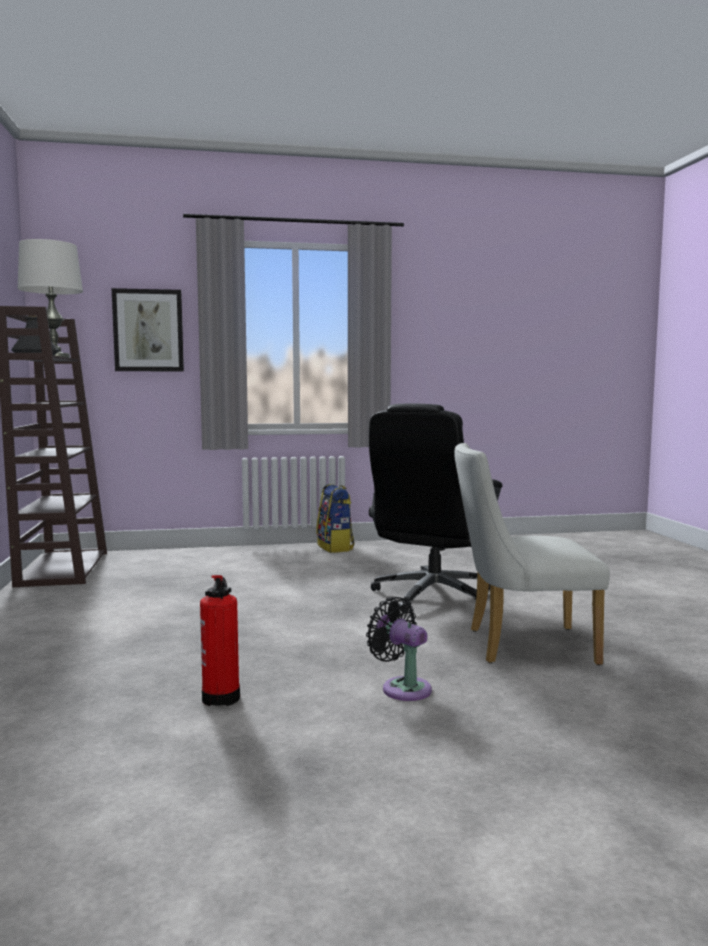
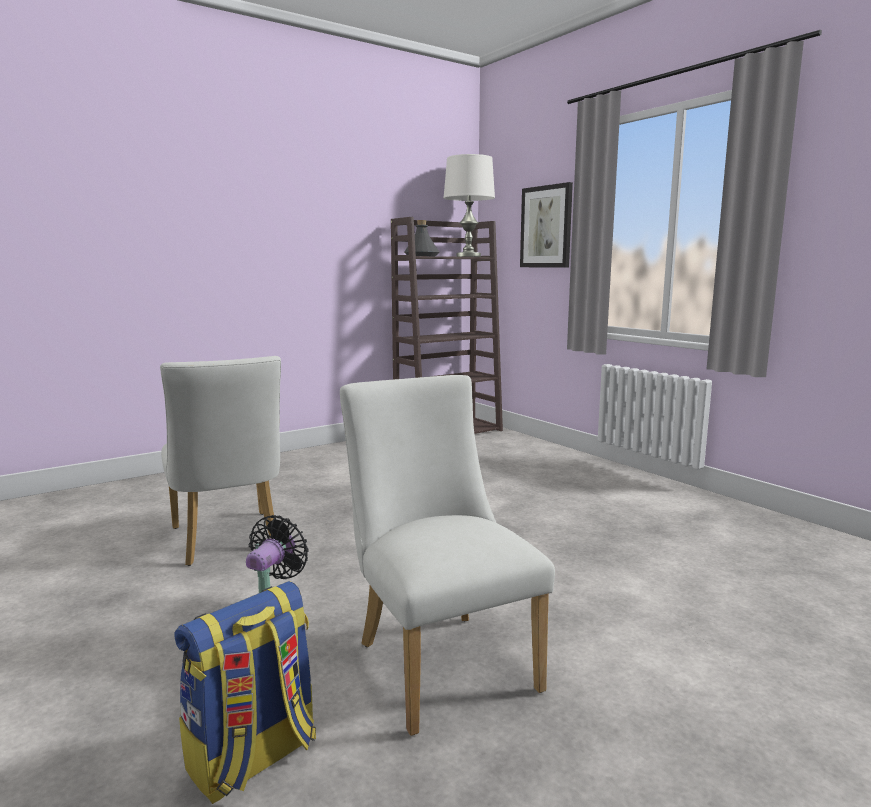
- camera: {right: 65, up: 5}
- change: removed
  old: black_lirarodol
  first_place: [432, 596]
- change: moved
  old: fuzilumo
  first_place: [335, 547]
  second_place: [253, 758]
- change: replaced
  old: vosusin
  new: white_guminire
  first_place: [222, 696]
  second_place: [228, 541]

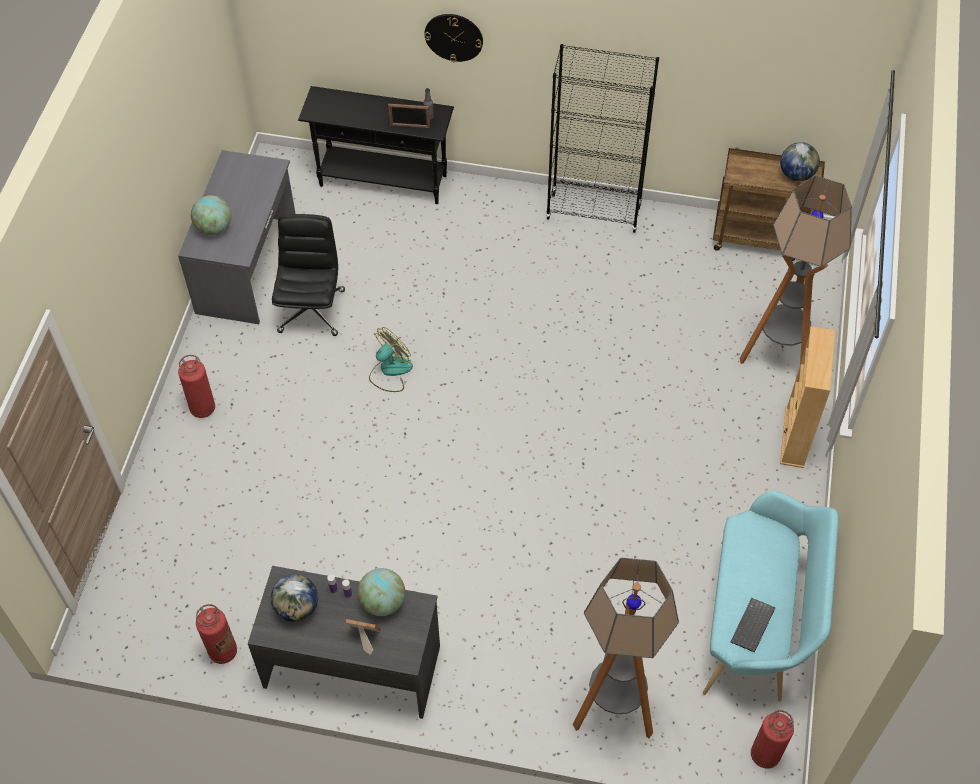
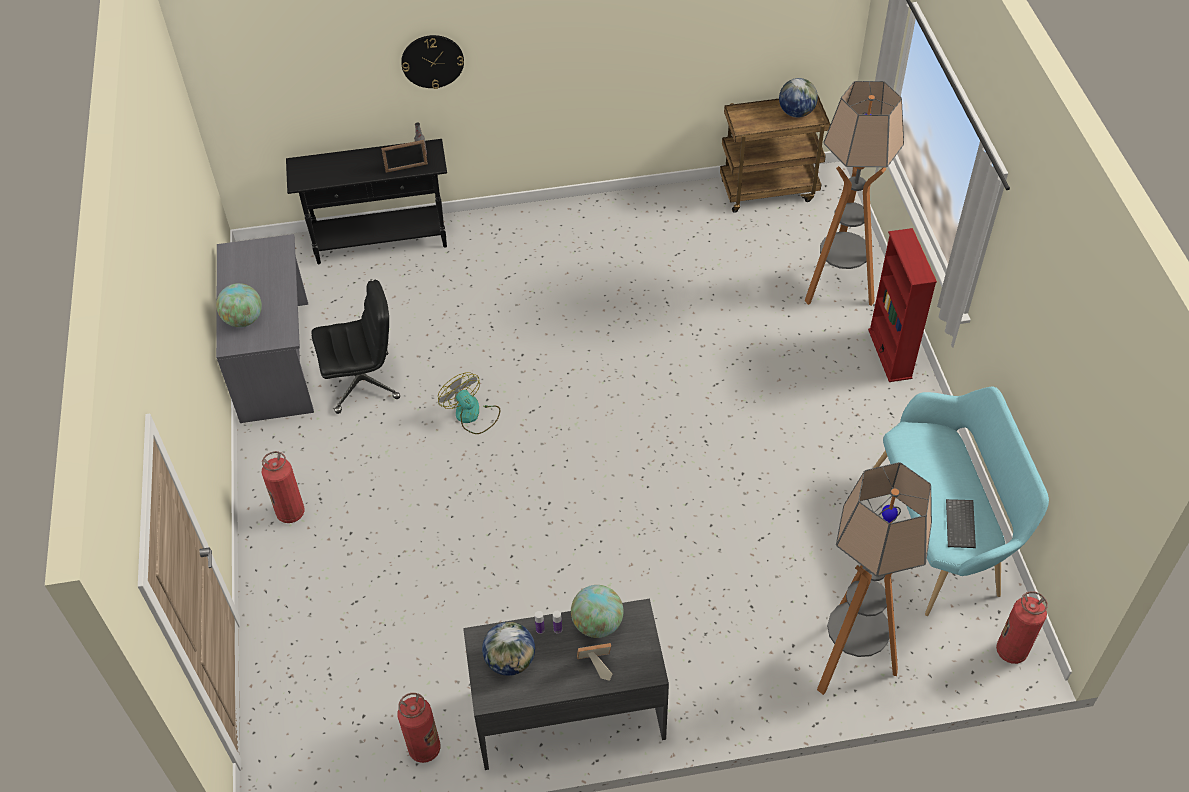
- camera: {right: -20, up: -5}
- change: removed
  old: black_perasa
  first_place: [594, 213]
- change: turned
  old: black_lirarodol
  first_place: [311, 310]
  second_place: [363, 382]
  degrees: 90
- change: recoloured
  old: beige_perasa
  new: red_perasa
  first_place: [794, 437]
  second_place: [890, 354]
- change: turned
  old: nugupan
  first_place: [390, 371]
  second_place: [472, 415]
  degrees: -60

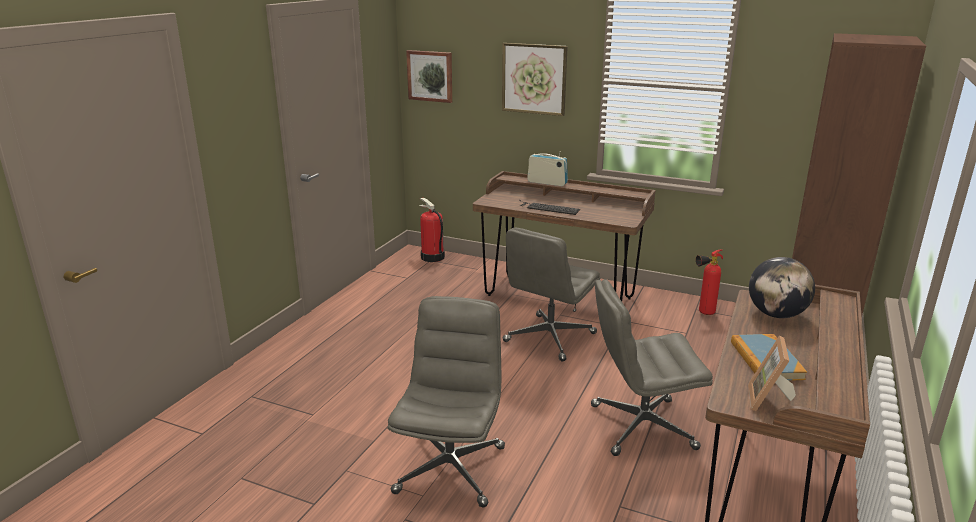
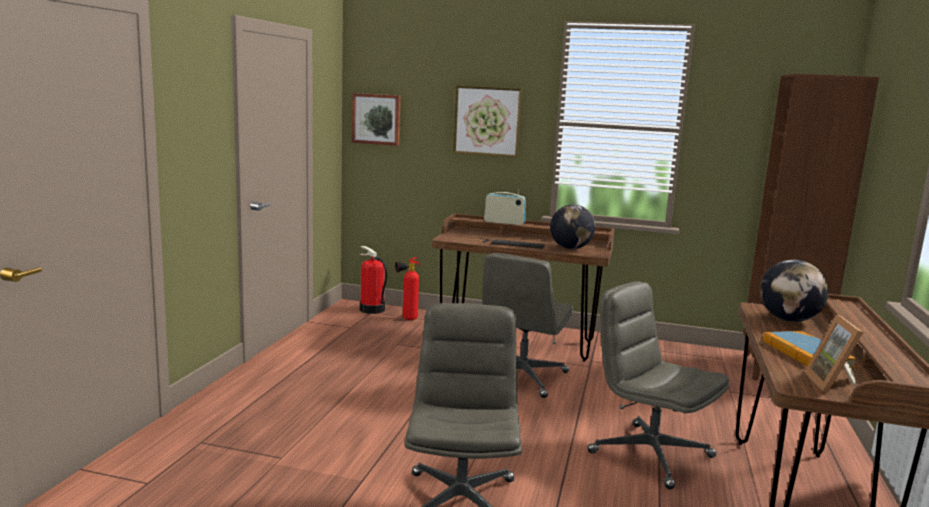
- camera: {right: -10, up: -10}
- change: moved
  old: vosusin
  first_place: [703, 313]
  second_place: [406, 319]
- change: turned
  old: grey_lirarodol
  first_place: [641, 427]
  second_place: [649, 454]
  degrees: 60
- change: added
  new: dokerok
  second_place: [570, 248]

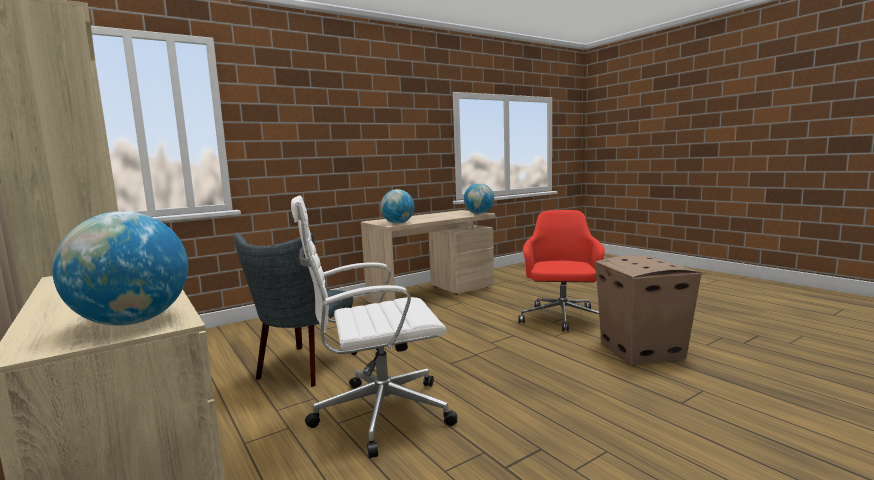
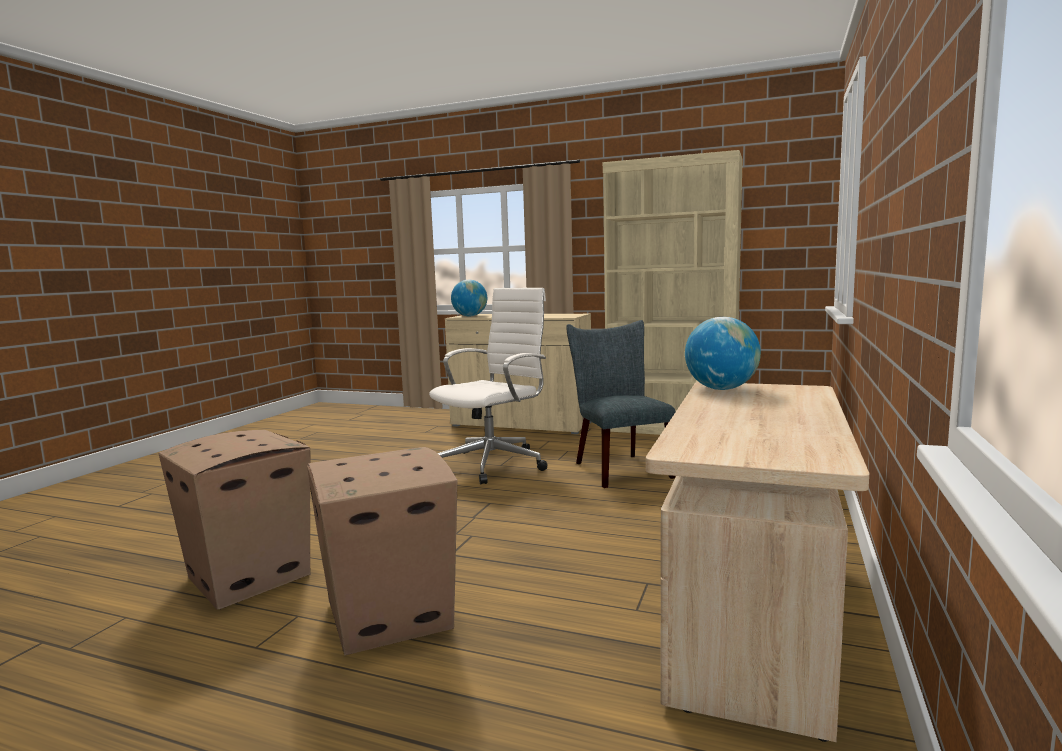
- camera: {right: 145, up: 0}
- change: removed
  old: dokerok
  first_place: [479, 213]
- change: replaced
  old: red_lirarodol
  new: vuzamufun
  first_place: [562, 318]
  second_place: [387, 616]

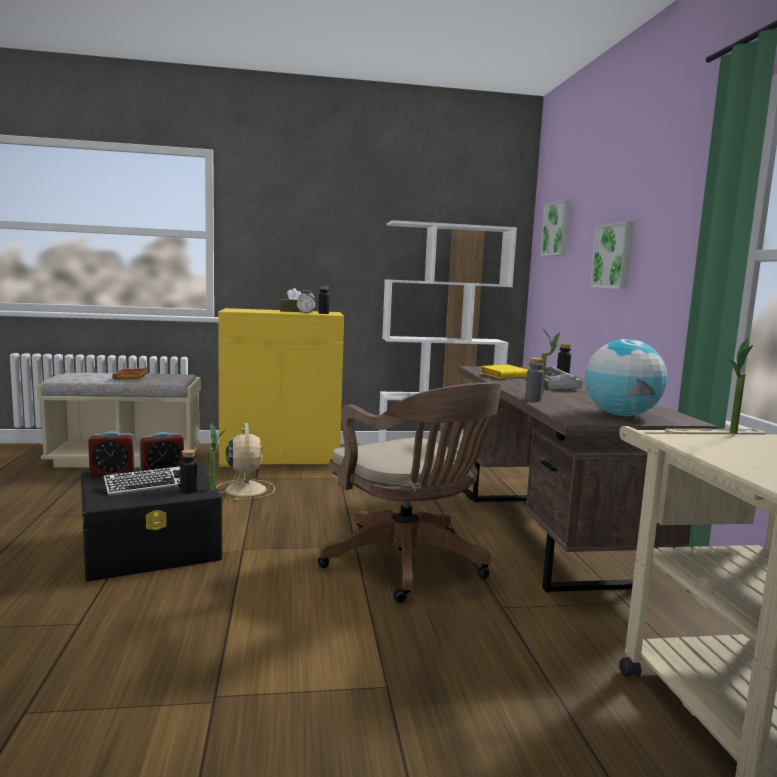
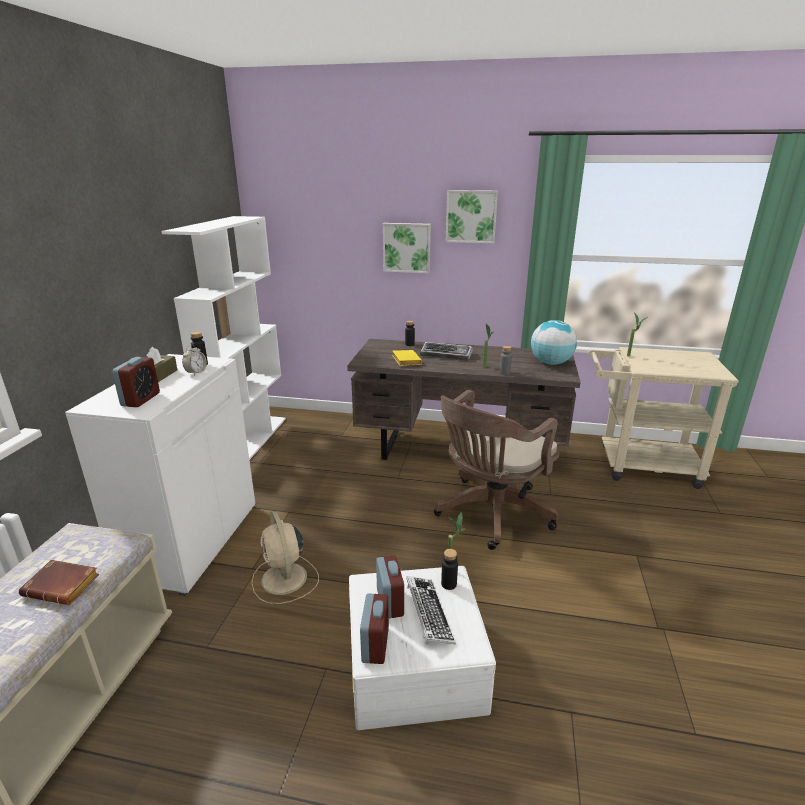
- camera: {right: -70, up: 15}
- change: moved
  old: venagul
  first_place: [558, 229]
  second_place: [471, 216]
- change: recoloured
  old: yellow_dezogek
  new: white_dezogek
  first_place: [281, 457]
  second_place: [191, 540]
- change: turned
  old: brown_lirarodol
  first_place: [409, 565]
  second_place: [490, 514]
  degrees: 150
- change: turned
  old: beige_nugupan
  first_place: [246, 489]
  second_place: [284, 580]
  degrees: -120
- change: recoloured
  old: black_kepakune
  new: white_kepakune
  first_place: [151, 545]
  second_place: [415, 662]
- change: added
  new: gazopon
  second_place: [141, 399]

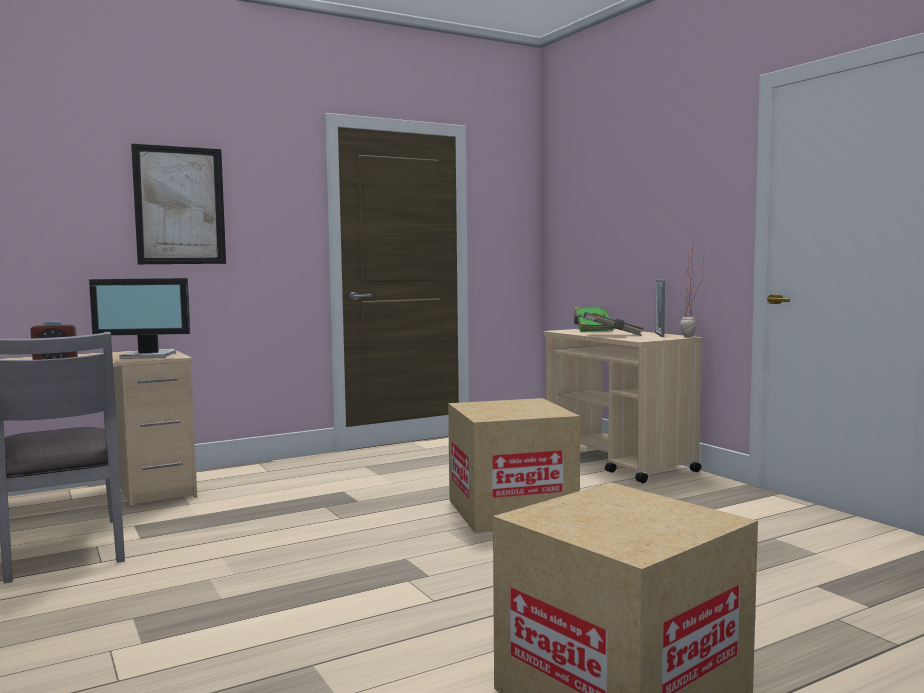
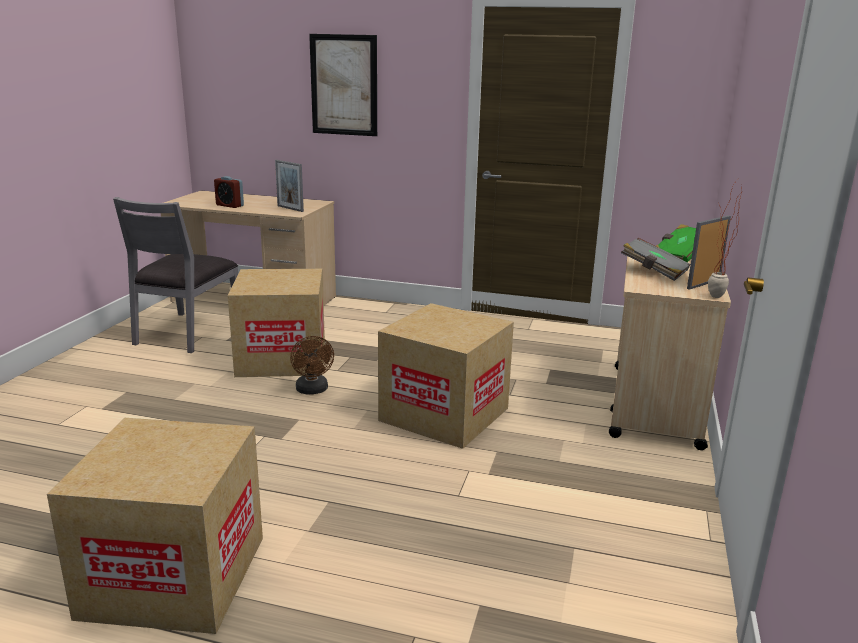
- camera: {right: 45, up: 15}
- change: replaced
  old: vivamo
  new: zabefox
  first_place: [148, 355]
  second_place: [290, 208]
- change: added
  new: vuzamufun
  second_place: [282, 358]
- change: added
  new: brown_nugupan
  second_place: [313, 390]

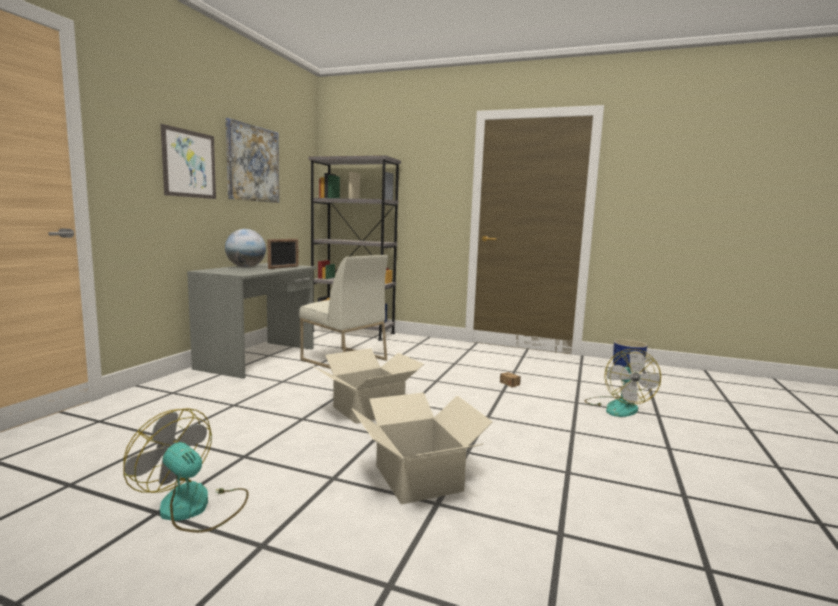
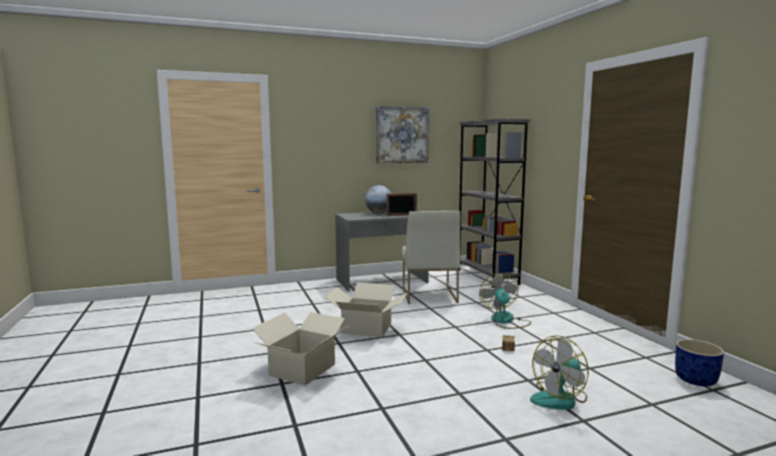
- camera: {right: 50, up: 0}
- change: removed
  old: venagul
  first_place: [189, 164]
- change: moved
  old: nugupan
  first_place: [194, 508]
  second_place: [505, 321]

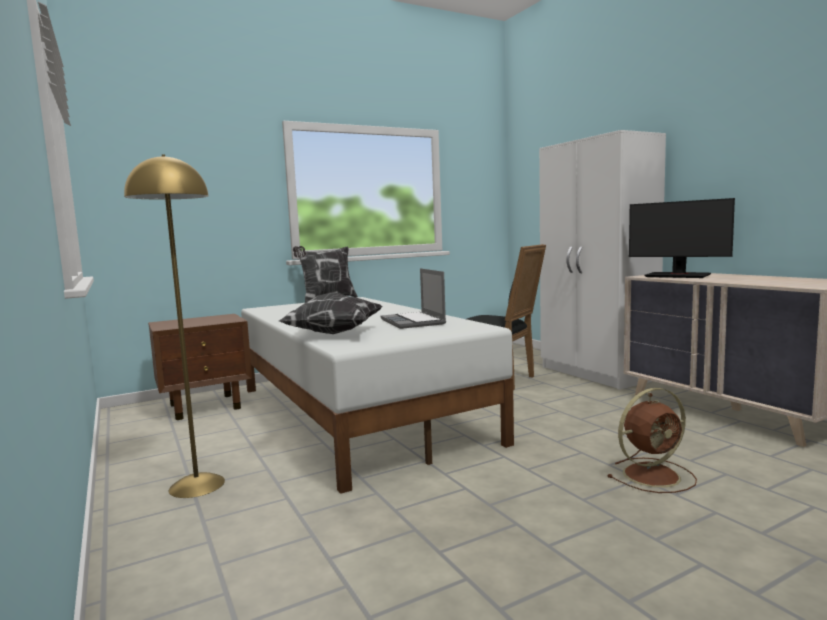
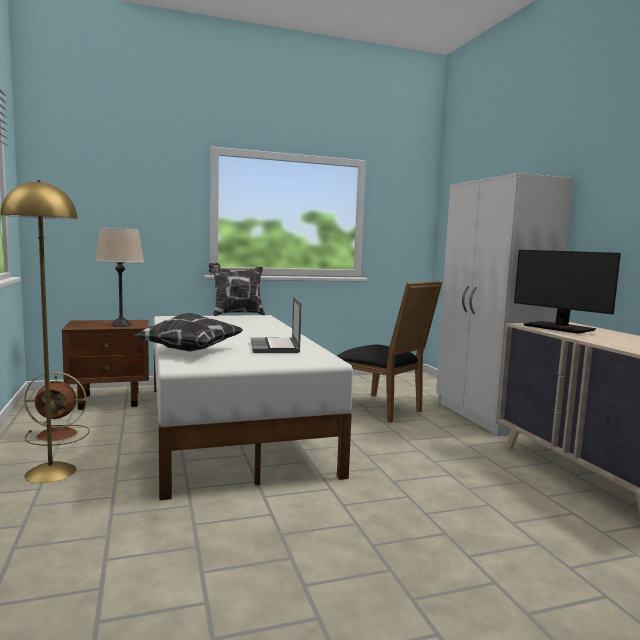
- camera: {right: 10, up: 0}
- change: moved
  old: brown_nugupan
  first_place: [653, 475]
  second_place: [59, 435]
- change: added
  new: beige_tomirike
  second_place: [121, 325]

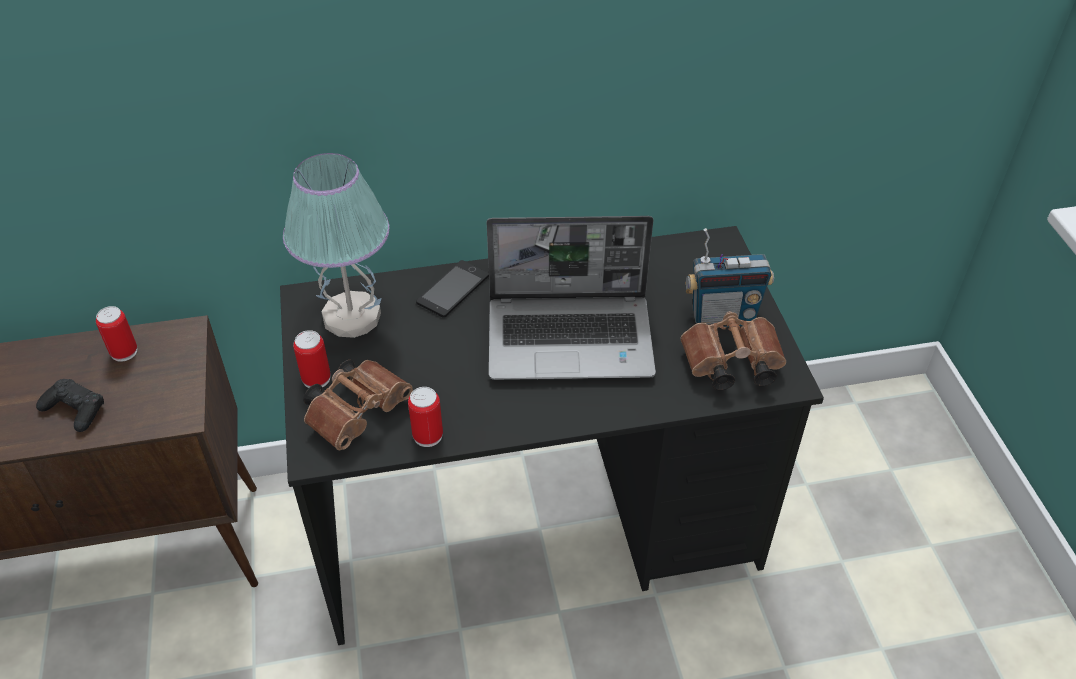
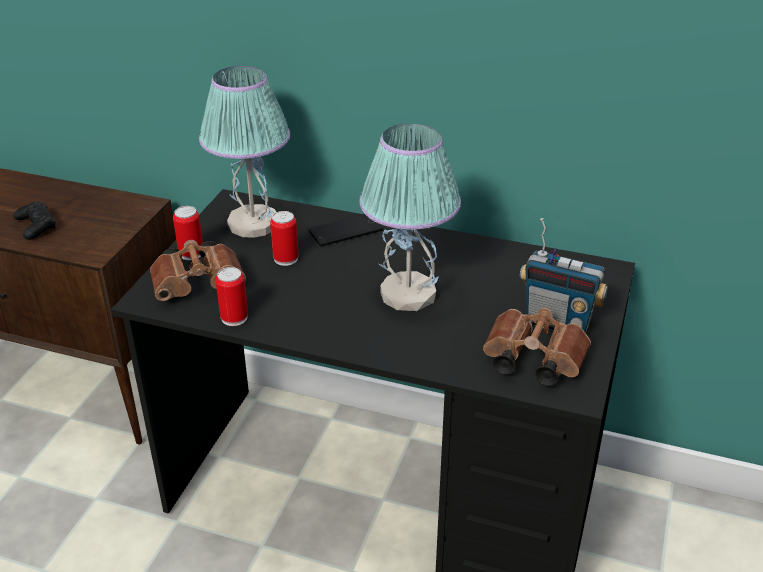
- camera: {right: 30, up: -10}
- change: replaced
  old: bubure
  new: tomirike
  first_place: [572, 338]
  second_place: [409, 294]
- change: moved
  old: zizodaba
  first_place: [124, 352]
  second_place: [286, 258]

